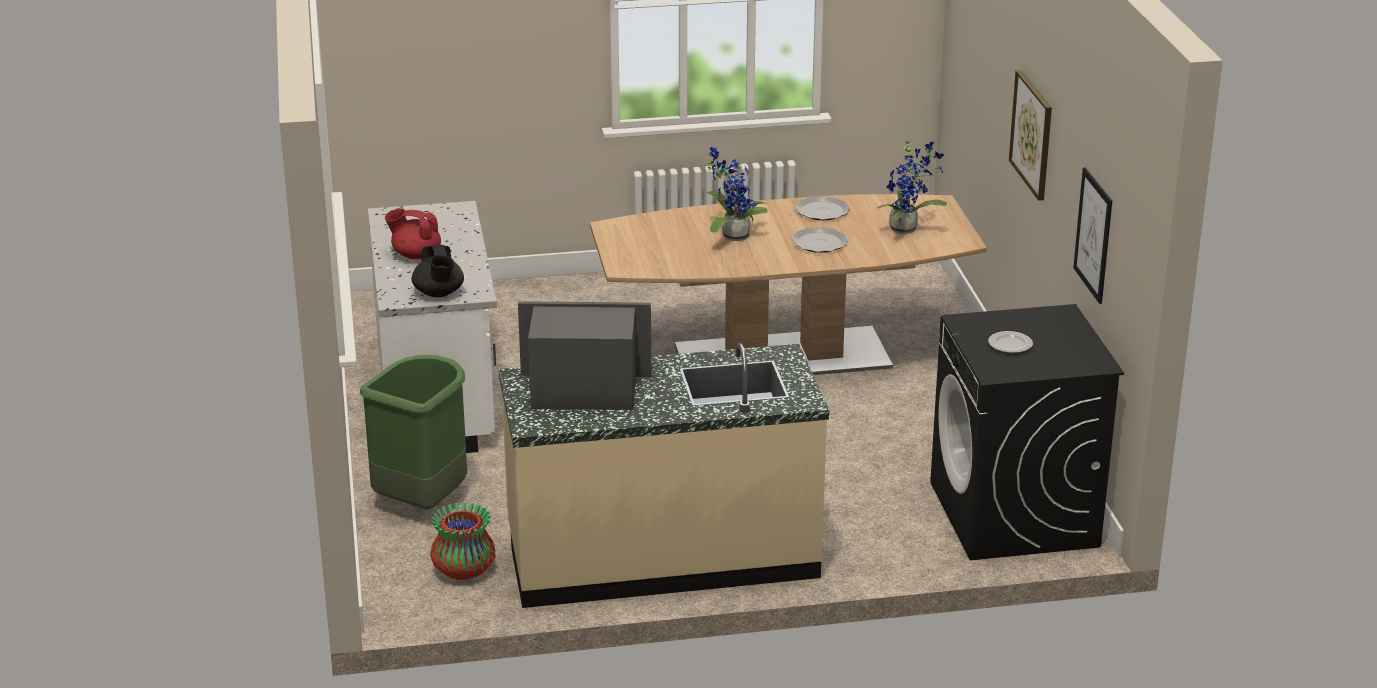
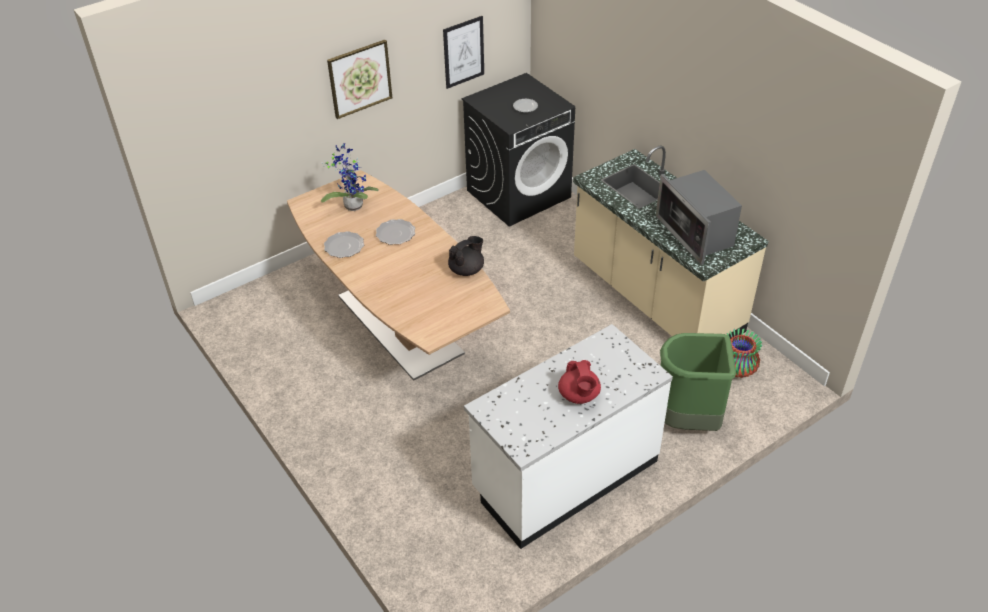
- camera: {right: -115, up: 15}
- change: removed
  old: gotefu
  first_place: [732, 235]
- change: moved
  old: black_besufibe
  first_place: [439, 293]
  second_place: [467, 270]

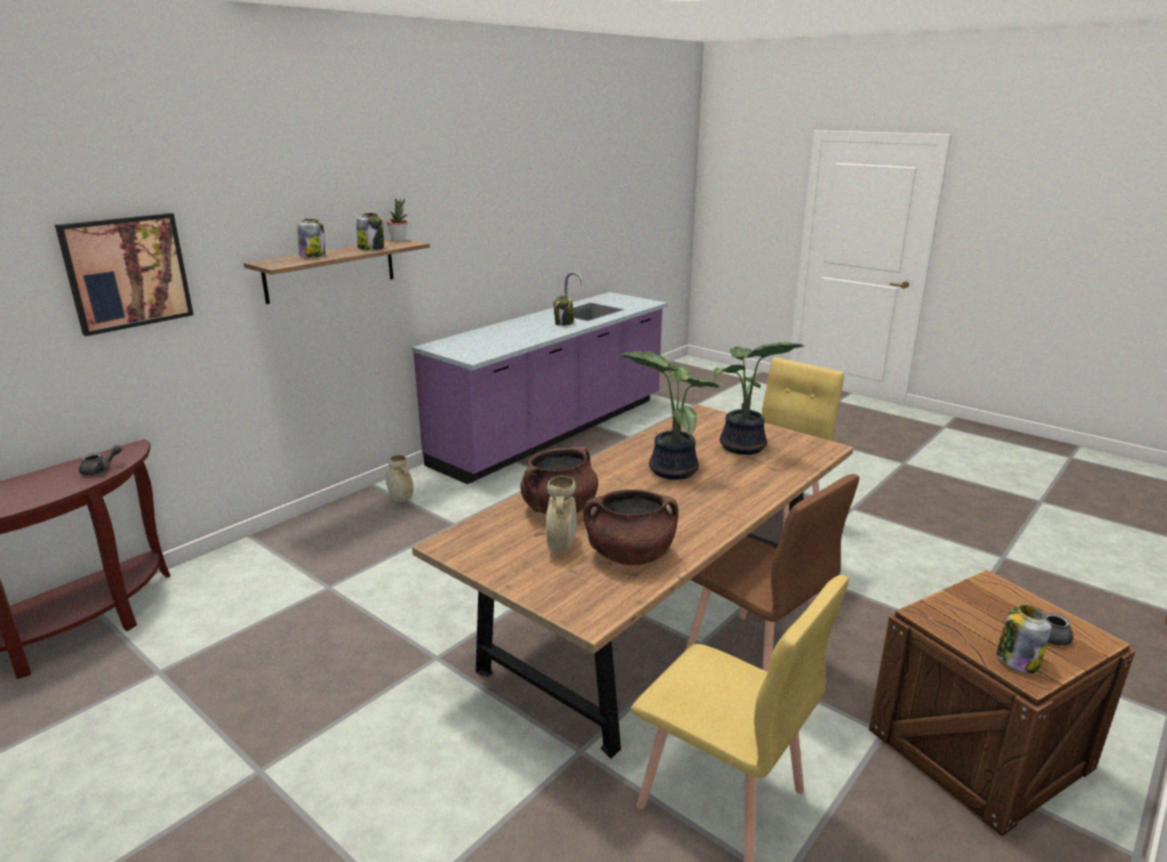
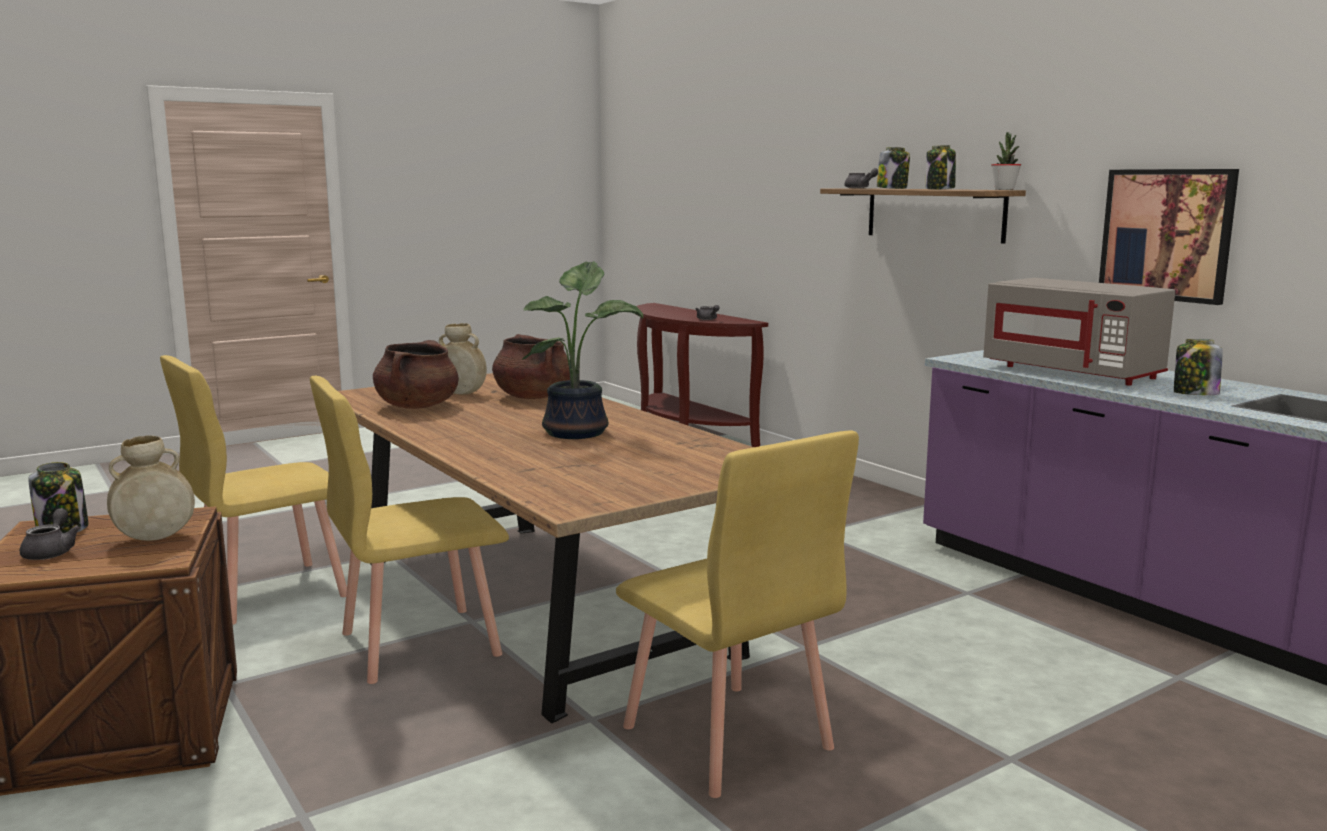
- camera: {right: 105, up: -10}
- change: moved
  old: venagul
  first_place: [127, 272]
  second_place: [1166, 234]
- change: removed
  old: gotefu
  first_place: [743, 448]
- change: moved
  old: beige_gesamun
  first_place: [400, 499]
  second_place: [155, 538]
- change: recoloured
  old: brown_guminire
  new: yellow_guminire
  first_place: [753, 658]
  second_place: [418, 643]
- change: added
  new: grey_besufibe
  second_place: [860, 188]
- change: added
  new: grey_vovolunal
  second_place: [1073, 372]

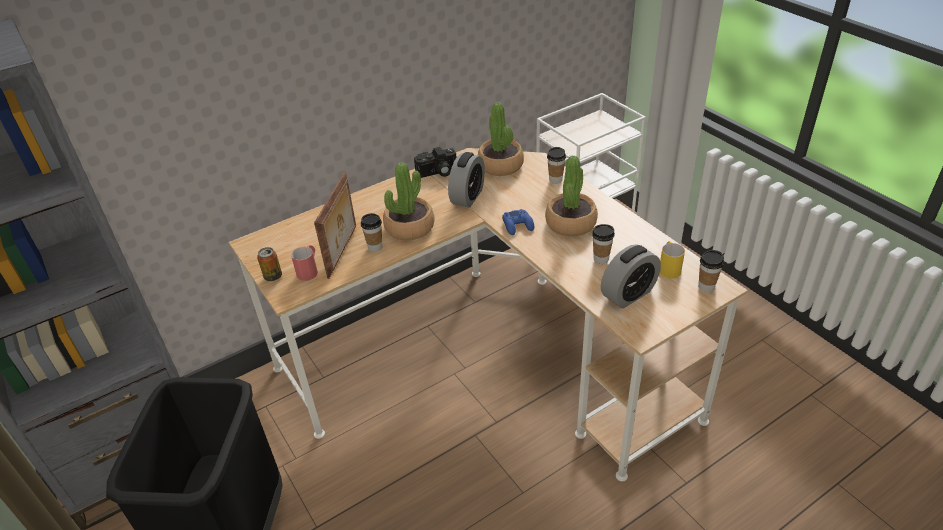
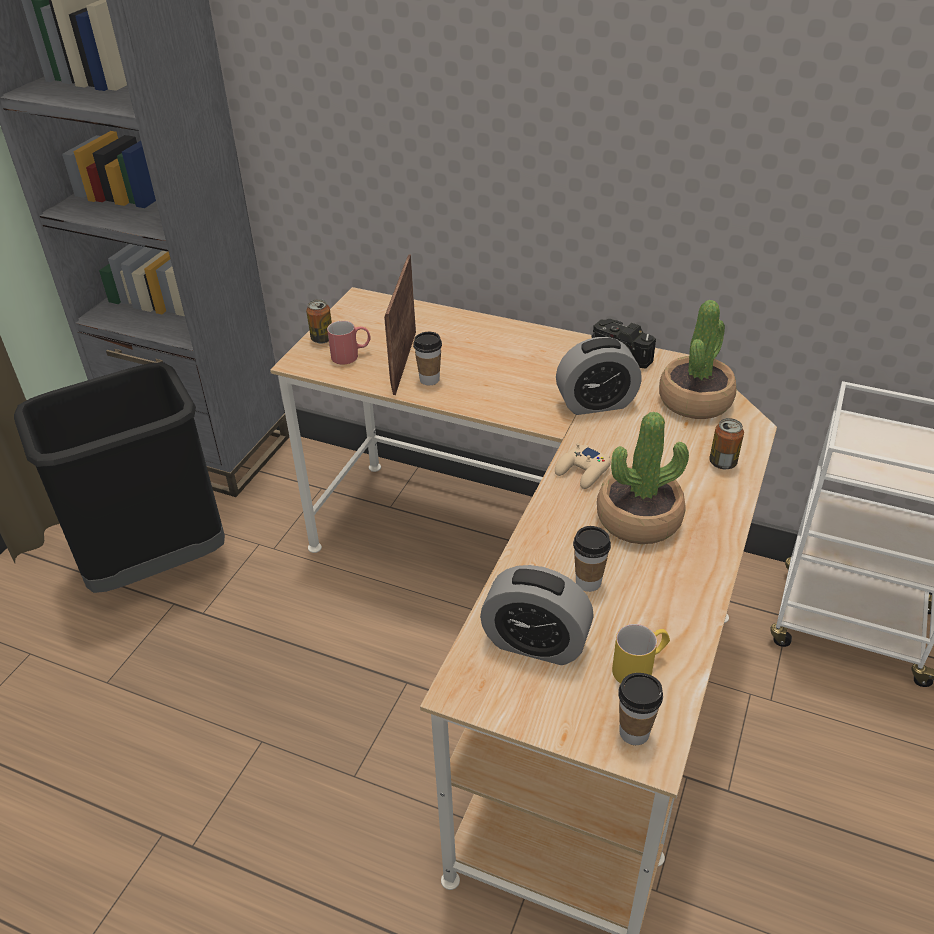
- camera: {right: 55, up: 0}
- change: replaced
  old: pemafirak
  new: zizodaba
  first_place: [555, 180]
  second_place: [722, 463]
- change: removed
  old: gotefu
  first_place: [409, 227]
- change: turned
  old: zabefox
  first_place: [343, 251]
  second_place: [402, 362]
  degrees: 120
- change: recoloured
  old: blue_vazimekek
  new: beige_vazimekek
  first_place: [518, 225]
  second_place: [583, 471]

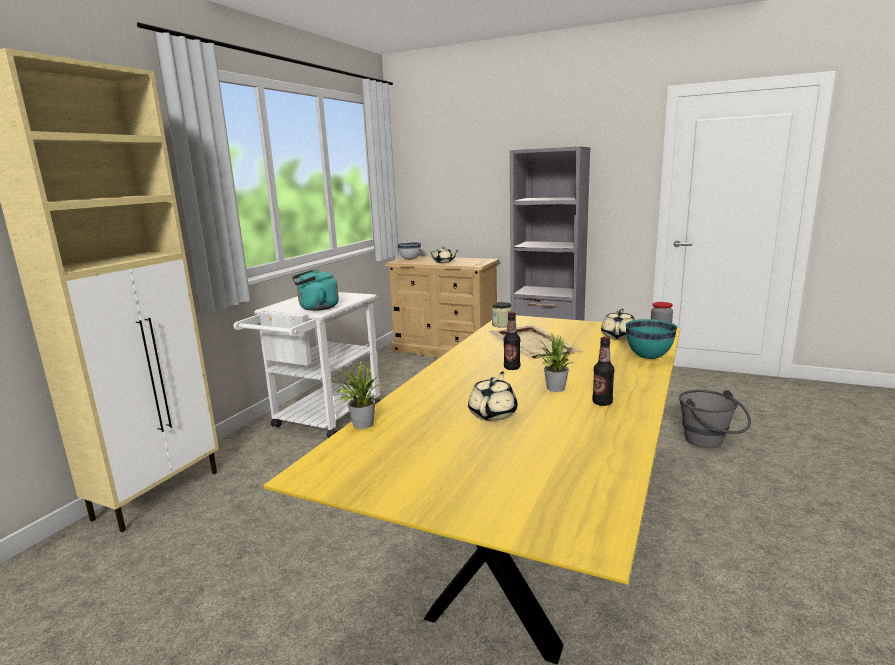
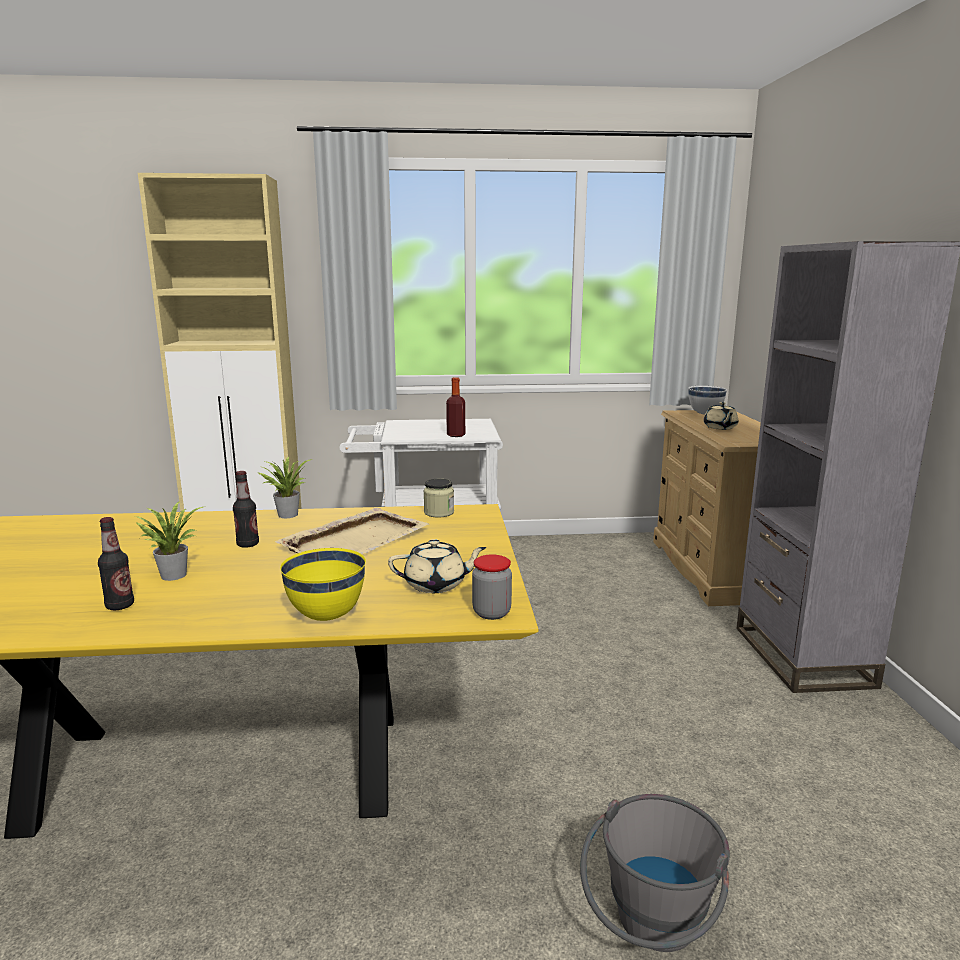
- camera: {right: 60, up: 0}
- change: removed
  old: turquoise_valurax
  first_place: [316, 308]
- change: recoloured
  old: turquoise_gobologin
  new: yellow_gobologin
  first_place: [648, 357]
  second_place: [326, 616]
- change: moved
  old: gotefu
  first_place: [360, 424]
  second_place: [286, 514]
- change: removed
  old: beige_besufibe
  first_place: [493, 413]
- change: added
  new: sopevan
  second_place: [456, 435]

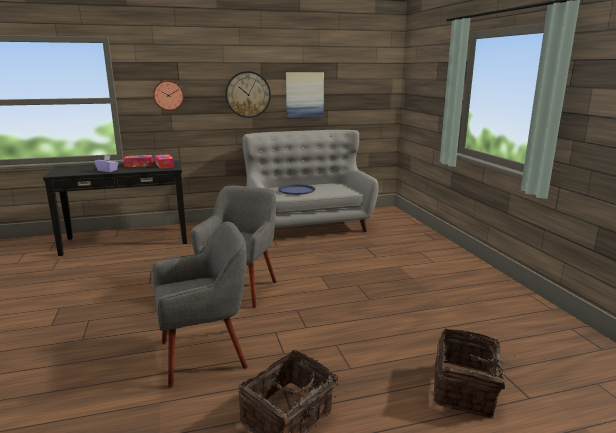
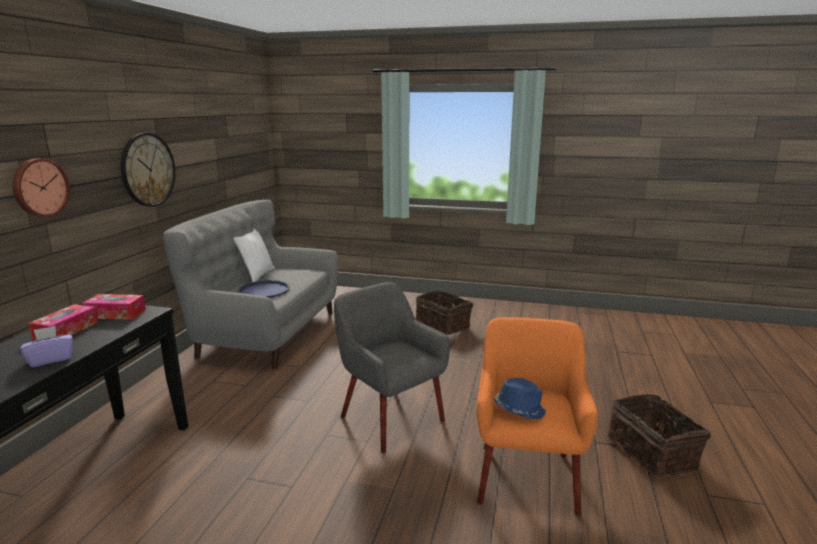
- camera: {right: -60, up: 0}
- change: removed
  old: venagul
  first_place: [304, 95]
- change: recoloured
  old: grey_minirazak
  new: orange_minirazak
  first_place: [204, 355]
  second_place: [526, 477]
- change: moved
  old: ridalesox
  first_place: [466, 390]
  second_place: [443, 325]
- change: added
  new: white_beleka
  second_place: [258, 275]
- change: added
  new: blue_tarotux
  second_place: [519, 409]

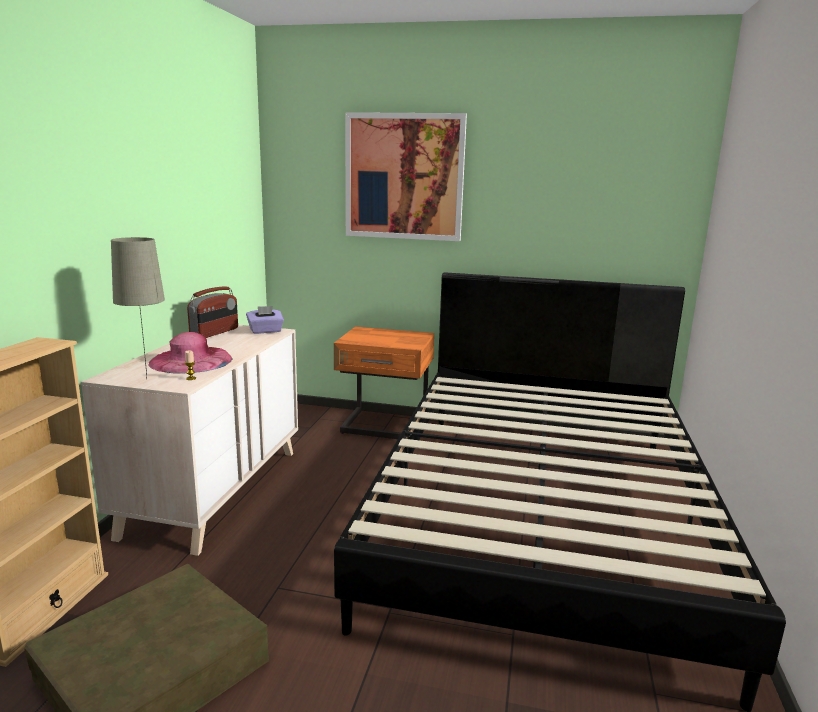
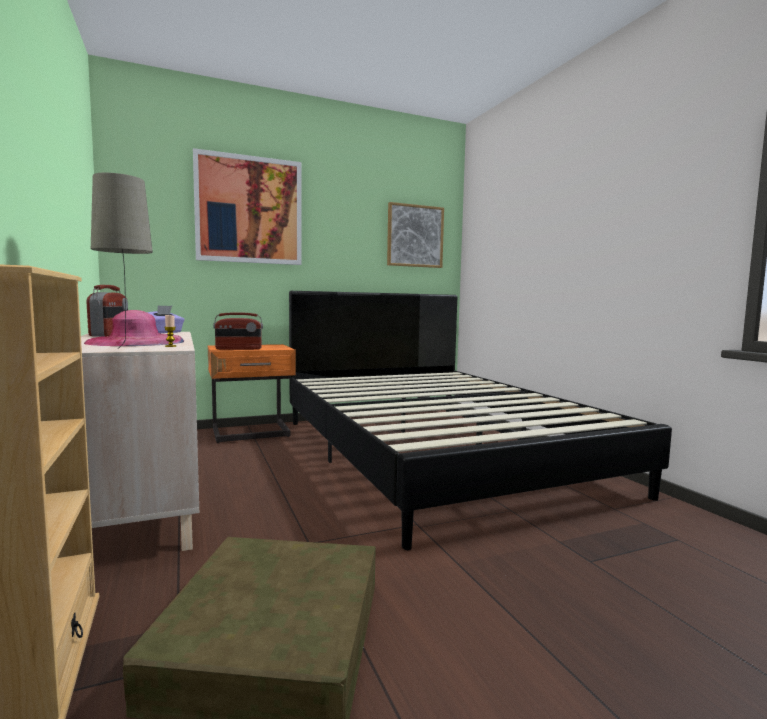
- camera: {right: -35, up: -10}
- change: added
  new: venagul
  second_place: [415, 236]
- change: added
  new: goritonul
  second_place: [238, 349]

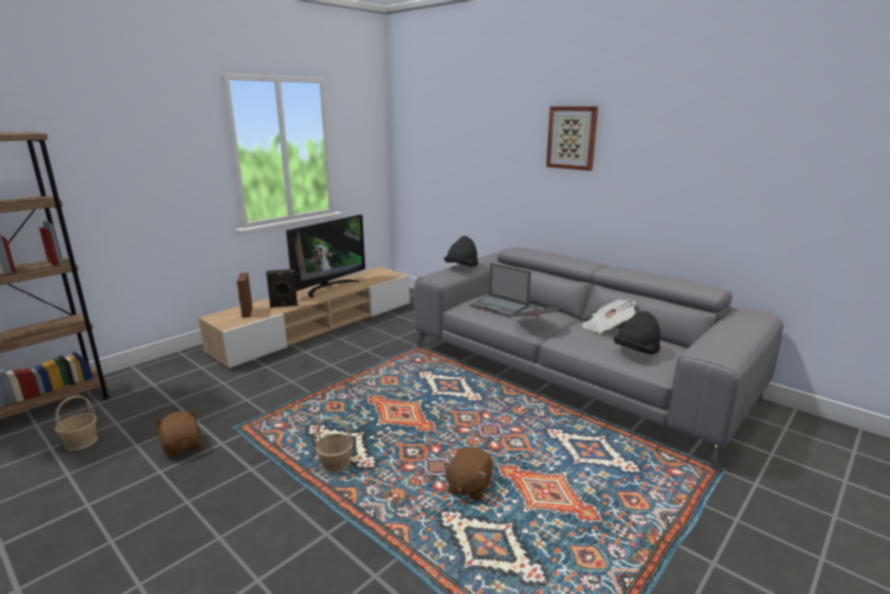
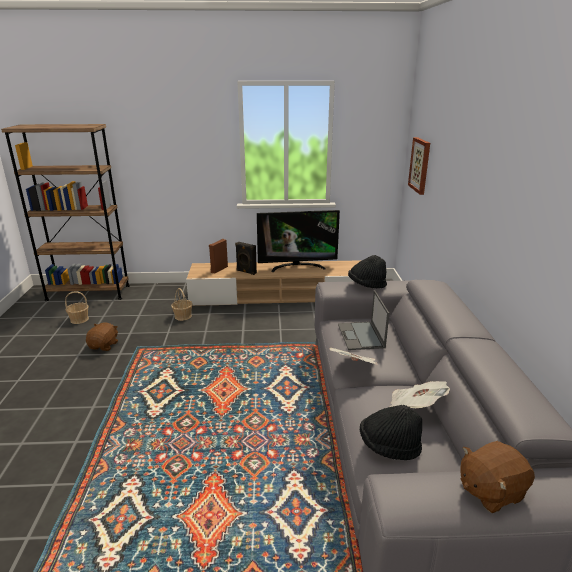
- camera: {right: 45, up: 5}
- change: moved
  old: venagul
  first_place: [572, 138]
  second_place: [420, 165]
- change: moved
  old: ridalesox
  first_place: [335, 464]
  second_place: [183, 316]
- change: moved
  old: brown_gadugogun
  first_place: [468, 487]
  second_place: [490, 490]

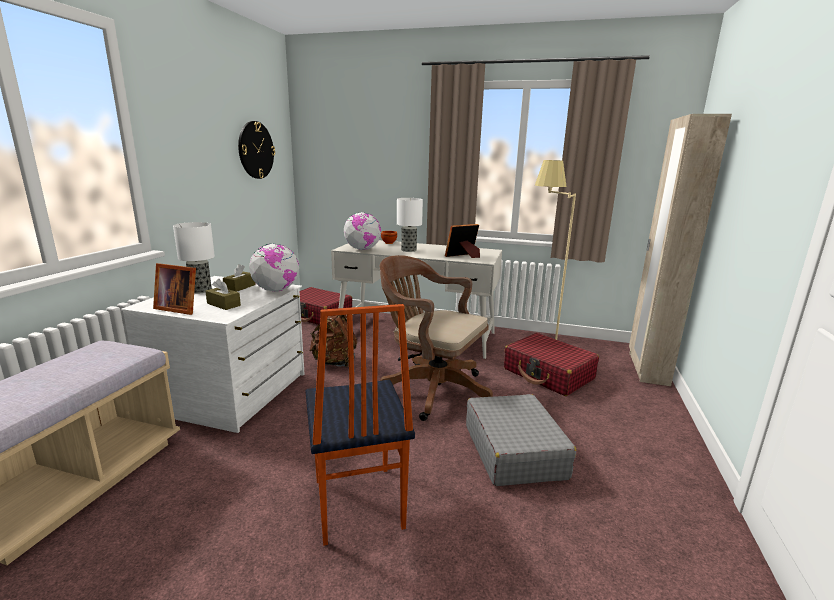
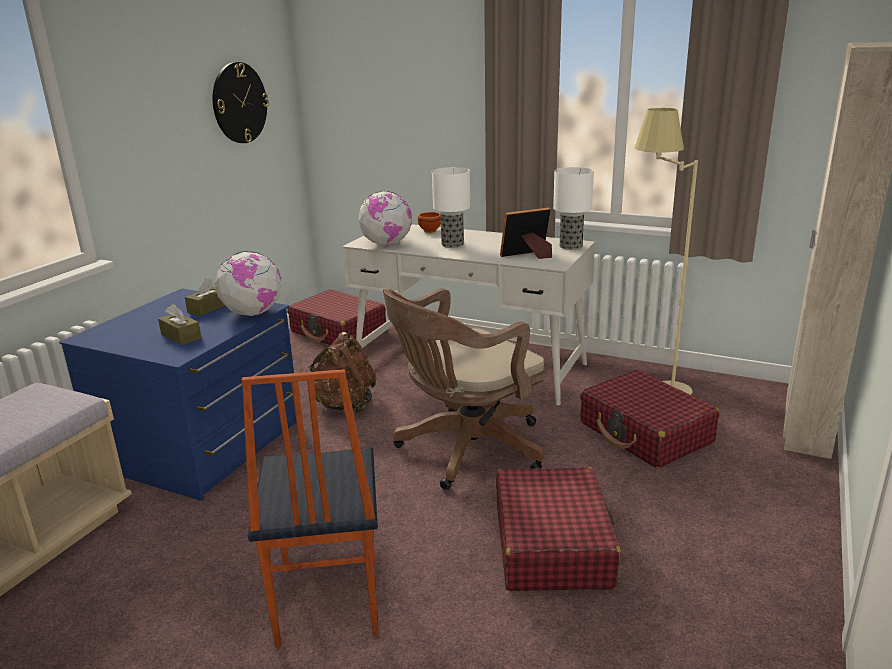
- camera: {right: 10, up: 5}
- change: moved
  old: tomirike
  first_place: [200, 290]
  second_place: [571, 247]
- change: turned
  old: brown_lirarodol
  first_place: [431, 389]
  second_place: [465, 450]
  degrees: -75
- change: removed
  old: zabefox
  first_place: [179, 308]
- change: recoloured
  old: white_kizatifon
  new: blue_kizatifon
  first_place: [232, 392]
  second_place: [204, 445]
- change: recoloured
  old: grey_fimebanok
  new: red_fimebanok
  first_place: [514, 451]
  second_place: [552, 545]

